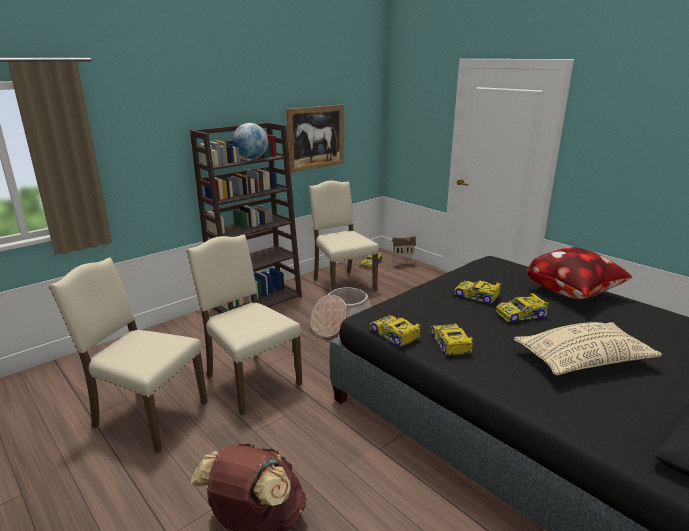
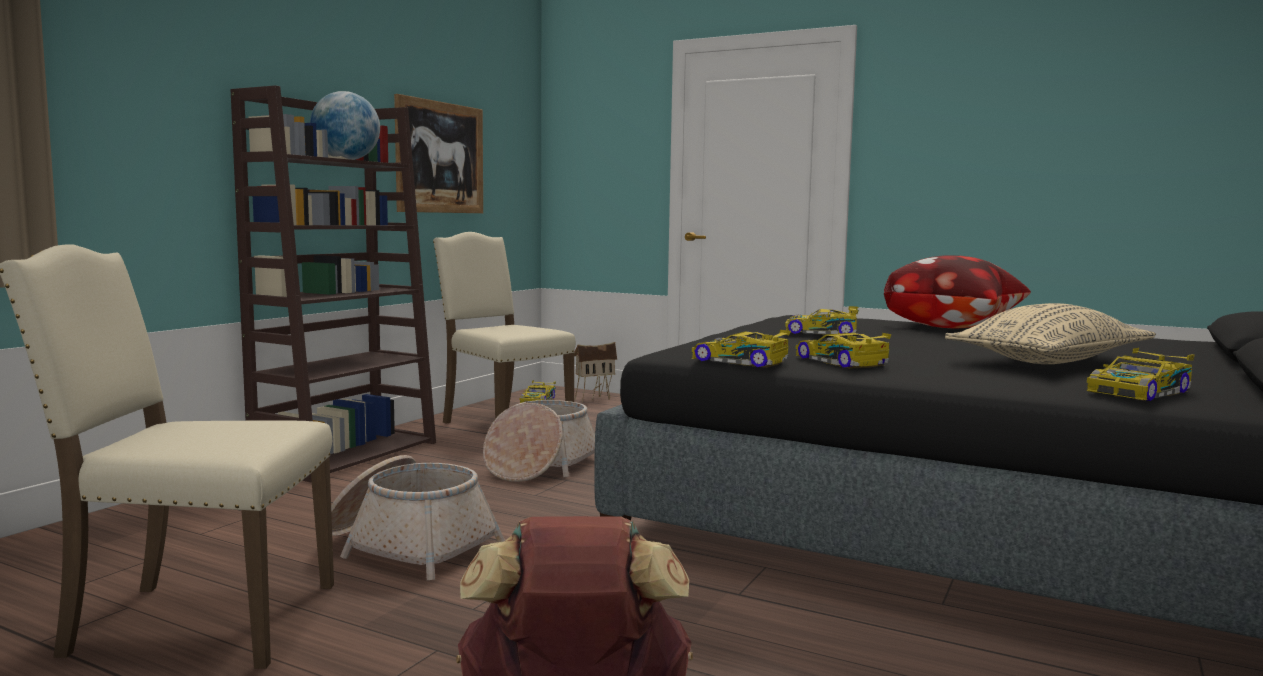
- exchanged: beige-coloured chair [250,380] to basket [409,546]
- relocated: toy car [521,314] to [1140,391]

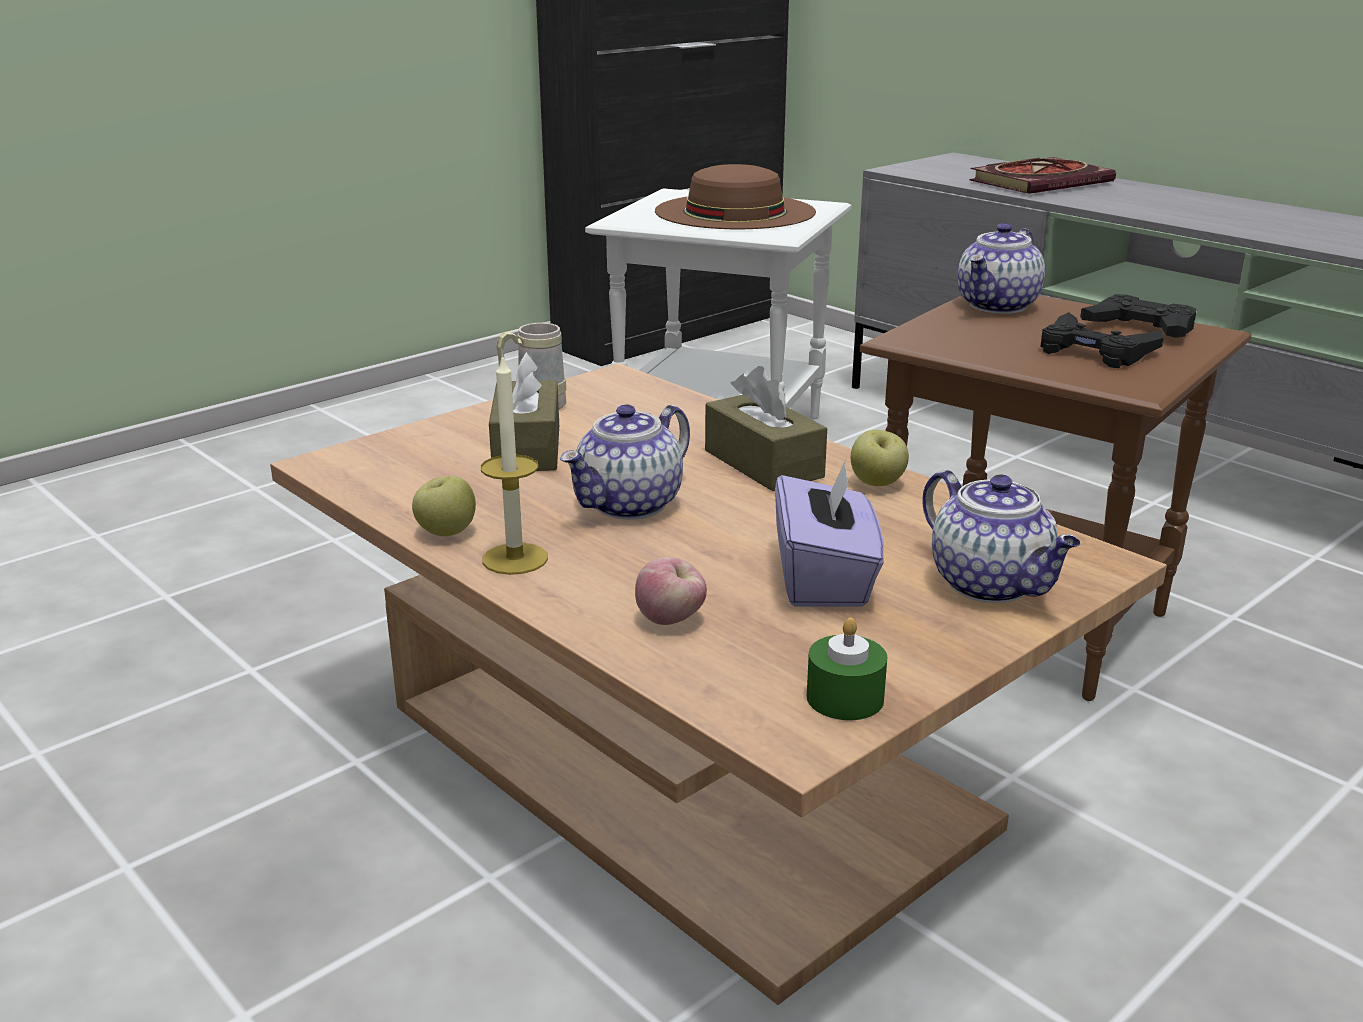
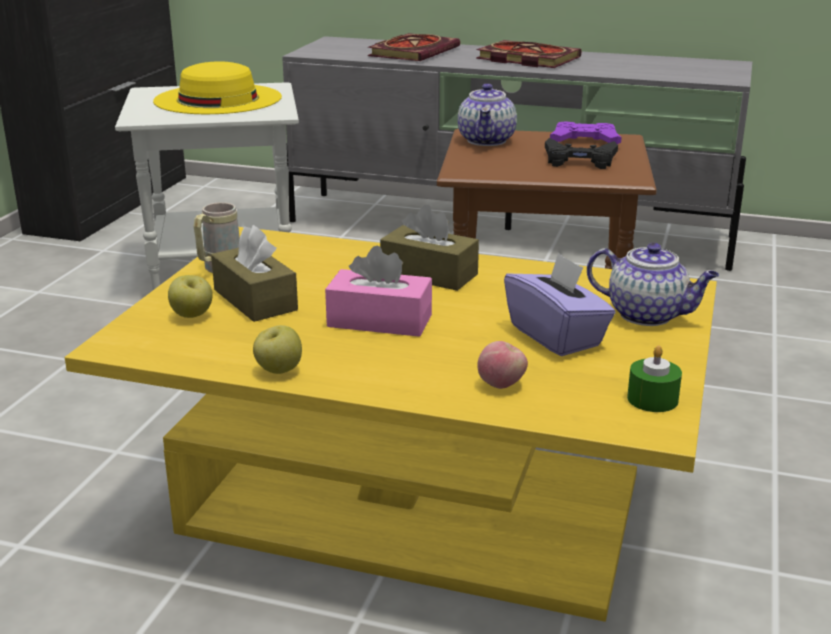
- colour: brownish lounge table [681,765] to yellowish lounge table [415,504]
- missing: wax candle [515,559]
- exchanged: teapot [629,505] to pink tissue holder [379,321]
- colour: brownish wearable hat [734,212] to yellowish wearable hat [218,99]
- relocated: apple [877,484] to [192,316]
- colour: blackish game controller [1140,328] to purplish game controller [584,141]
- appeared: volume [525,59]

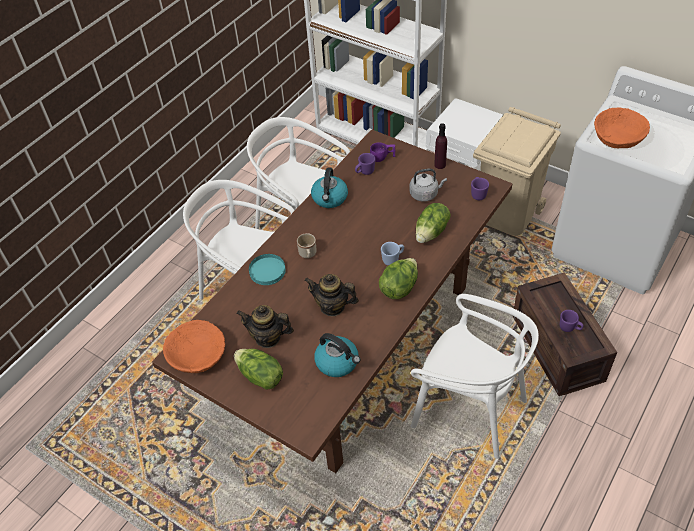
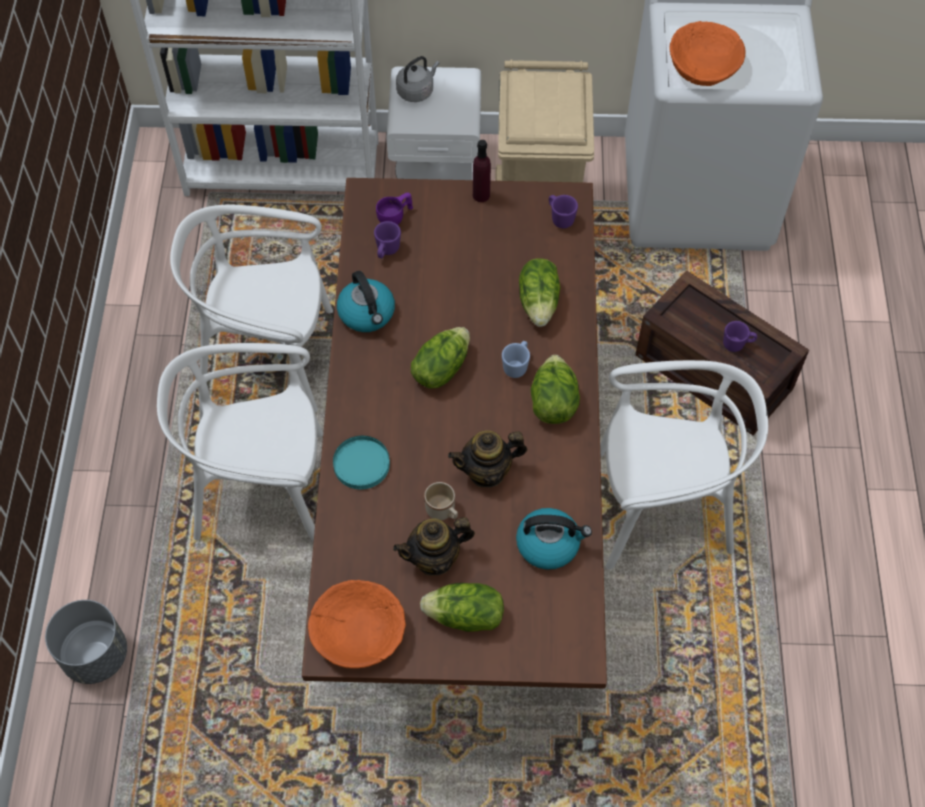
- relocated: beige-coloured coffee mug [308,254] to [443,512]
- relocated: gray tea kettle [425,194] to [417,91]
- appeared: gray flower pot [95,654]
- appeared: lettuce head [440,368]

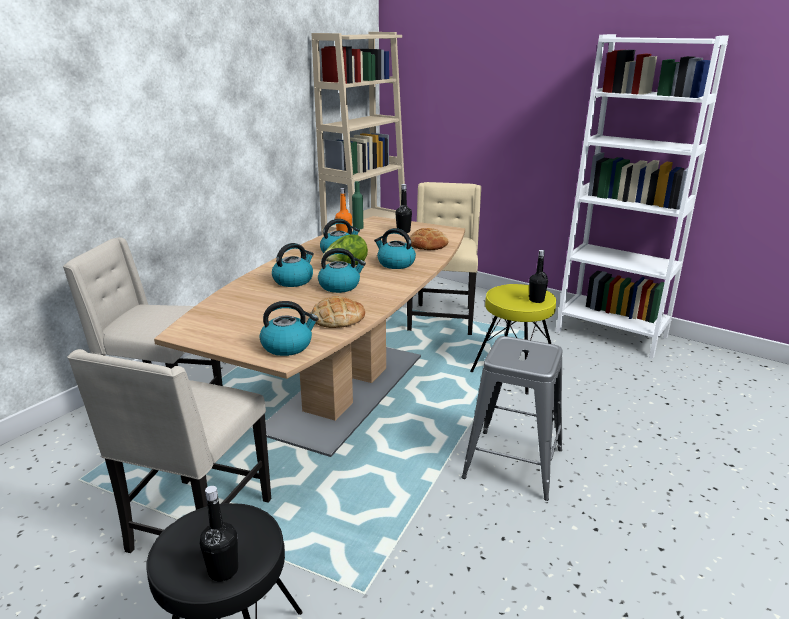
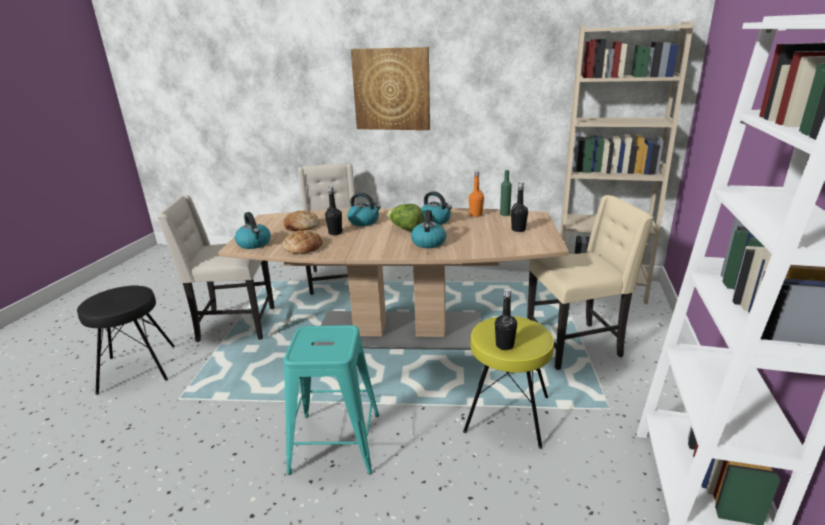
- relocated: blackish beverage bottle [223,570] to [335,233]
- missing: tea kettle [340,286]
- relocated: baked bread [428,244] to [302,226]
- colour: gray sitting stool [512,463] to turquoise sitting stool [336,442]
- appeared: wall art [391,89]

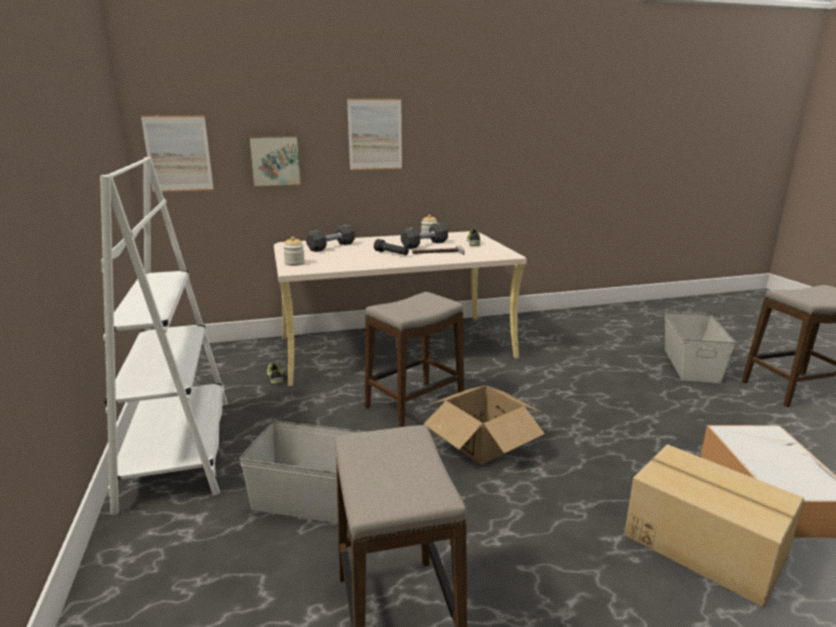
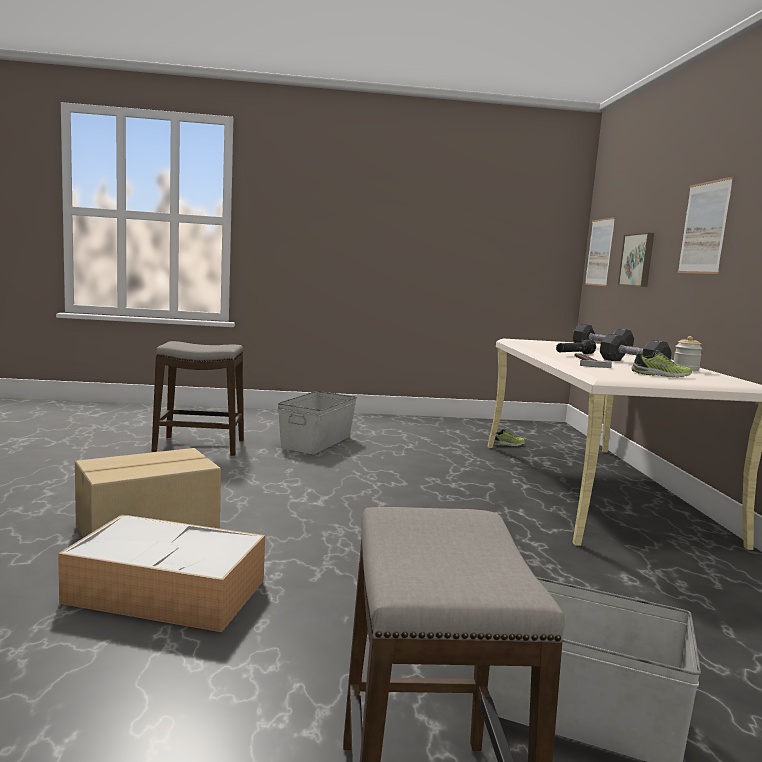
- missing: white shelving unit [178,450]
- missing: jar [294,263]
- missing: sitting stool [415,405]
- missing: carton [482,442]

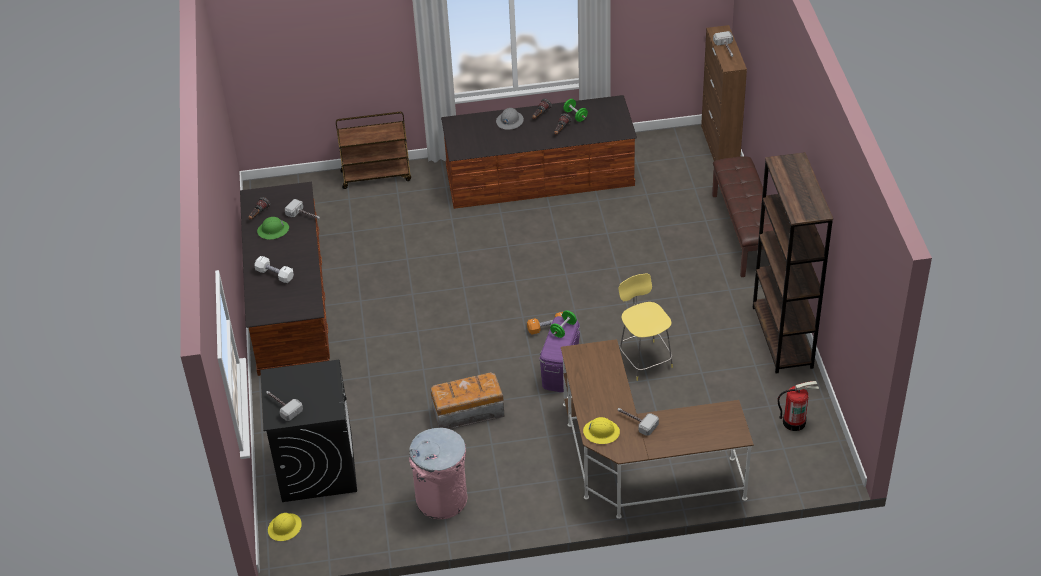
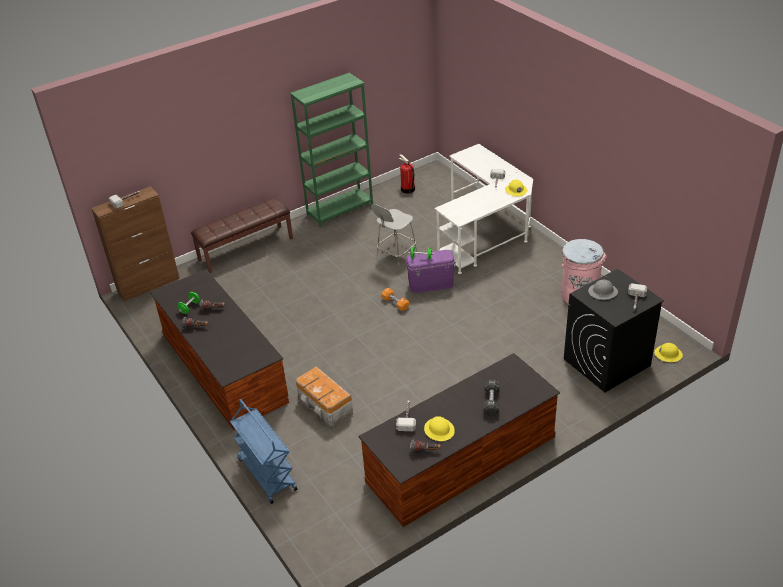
- colour: white free weight [275,275] to blackish free weight [491,402]
- colour: greenish work helmet [273,230] to yellowish work helmet [439,430]
- colour: brownish trolley [376,175] to bluish trolley [266,474]
- relocated: storage box [467,412] to [325,407]
- relocated: gray work helmet [509,121] to [603,292]
- colour: brownish desk unit [638,466] to white desk unit [485,230]
- colour: yellowish sitting stool [644,359] to gray sitting stool [395,254]
- colour: brownish shelving unit [782,337] to greenish shelving unit [340,209]

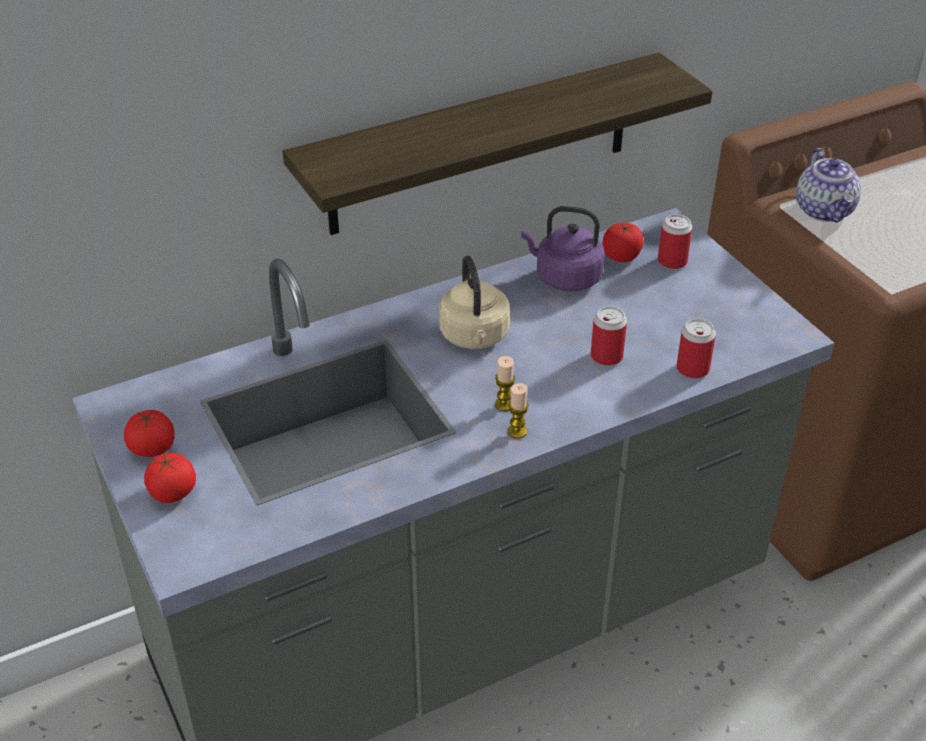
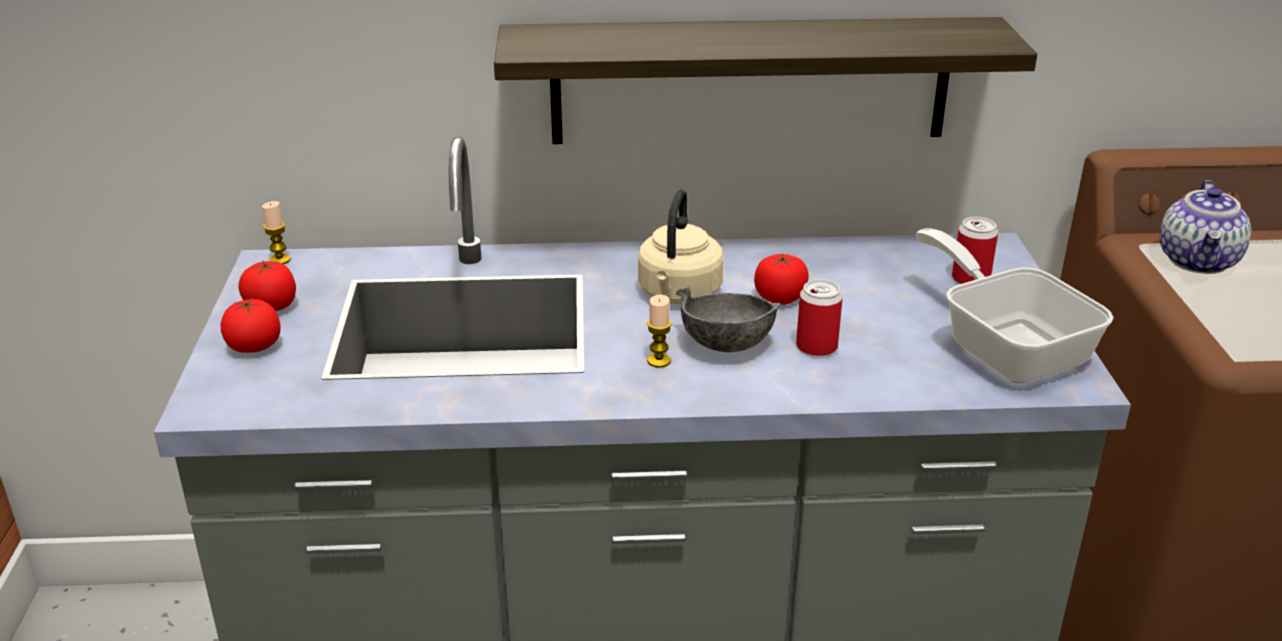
- relocated: wax candle [517,431] to [280,260]
- missing: purplish tea kettle [564,277]
- relocated: whole tomato [621,256] to [780,298]
- missing: sealed can [692,369]
- appeared: gray bowl [726,344]
- appeared: pan [1006,346]

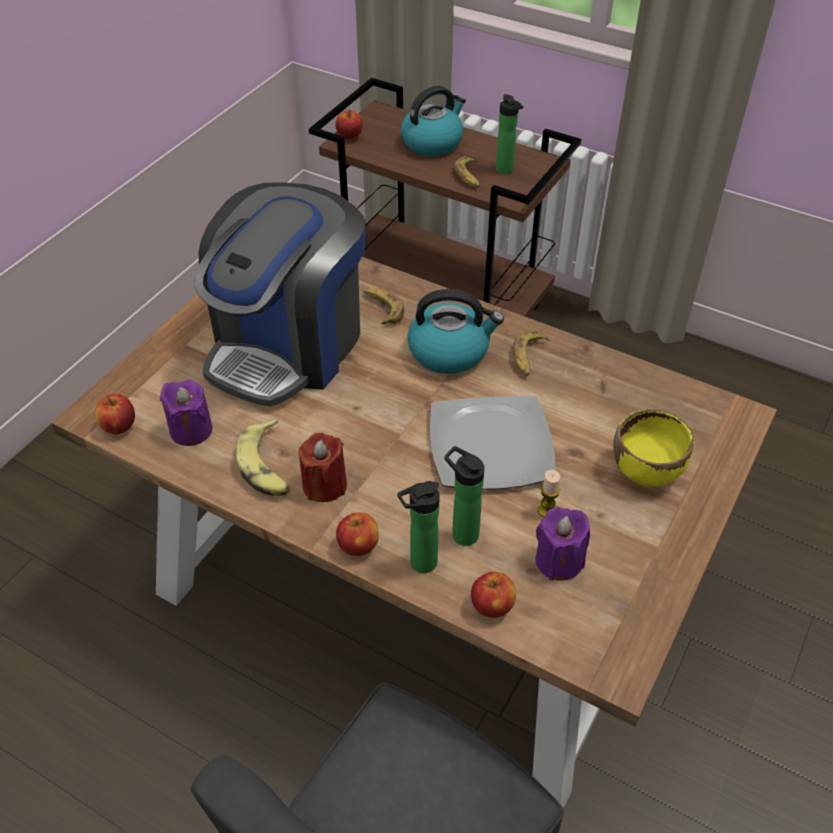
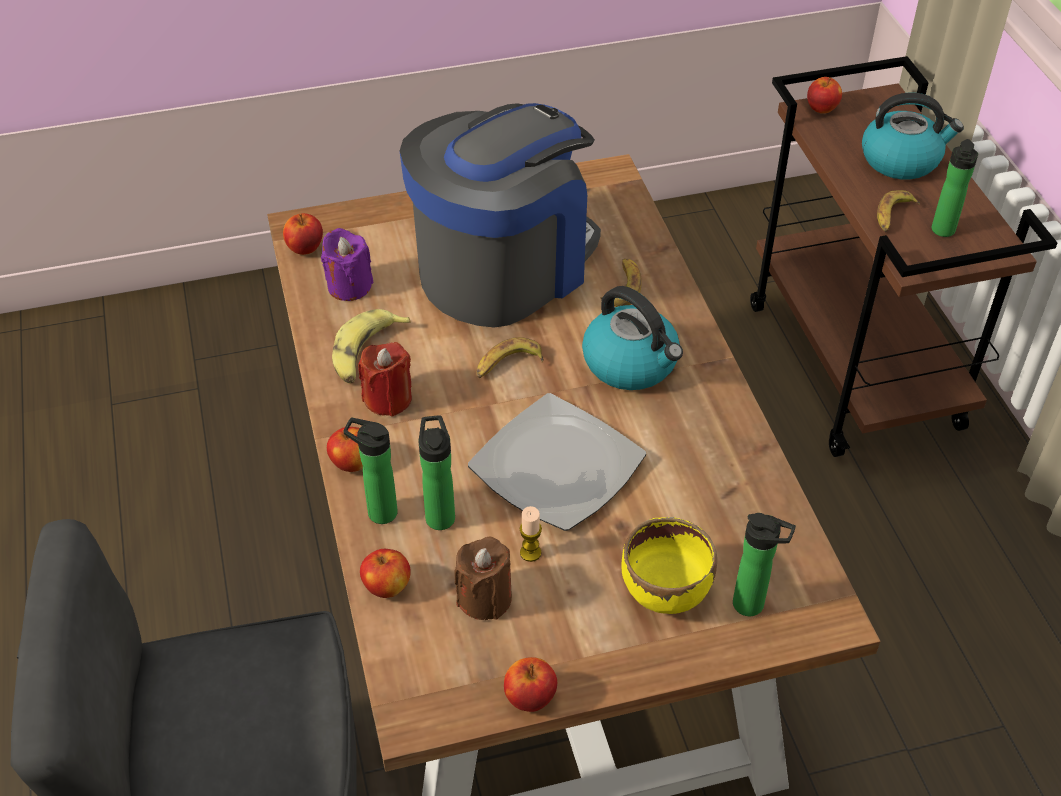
- spun: coffee machine [288,345] = [504,267] 150 degrees clockwise
- relocated: whole banana [528,357] to [508,365]
- colour: purplish wax candle [559,561] to brownish wax candle [485,598]
- appeared: apple [530,697]
- appeared: beverage bottle [753,605]

